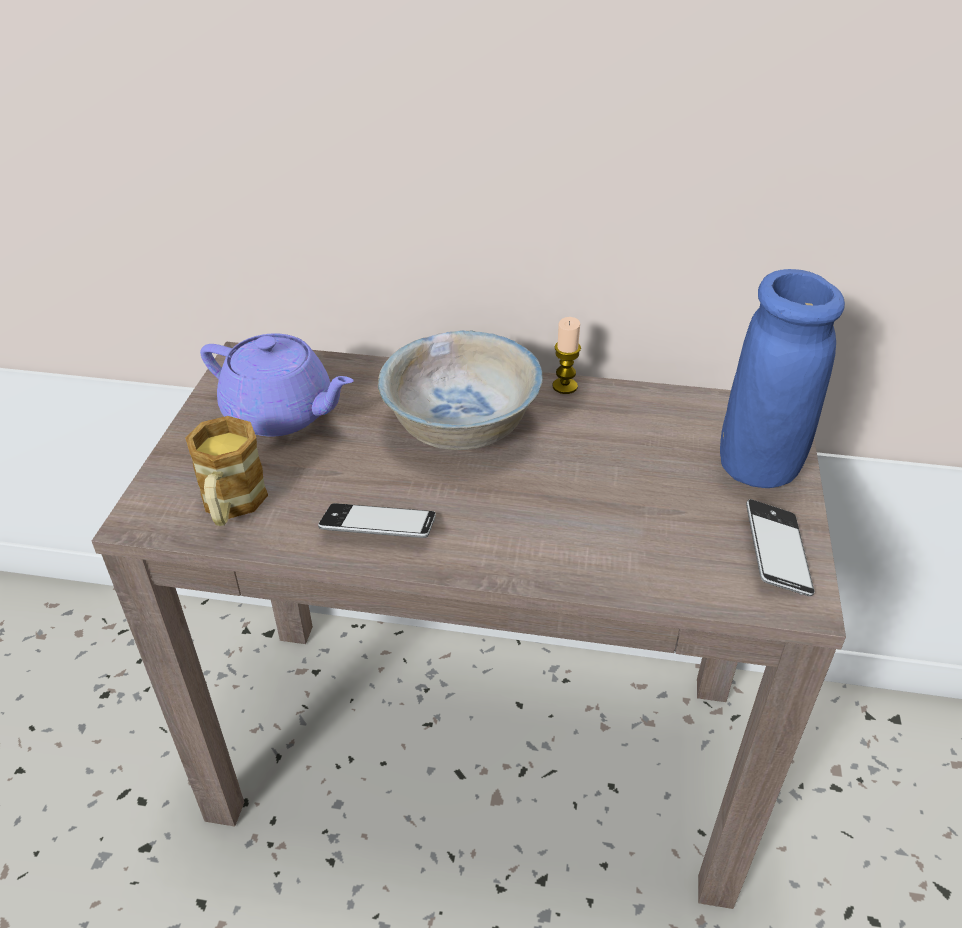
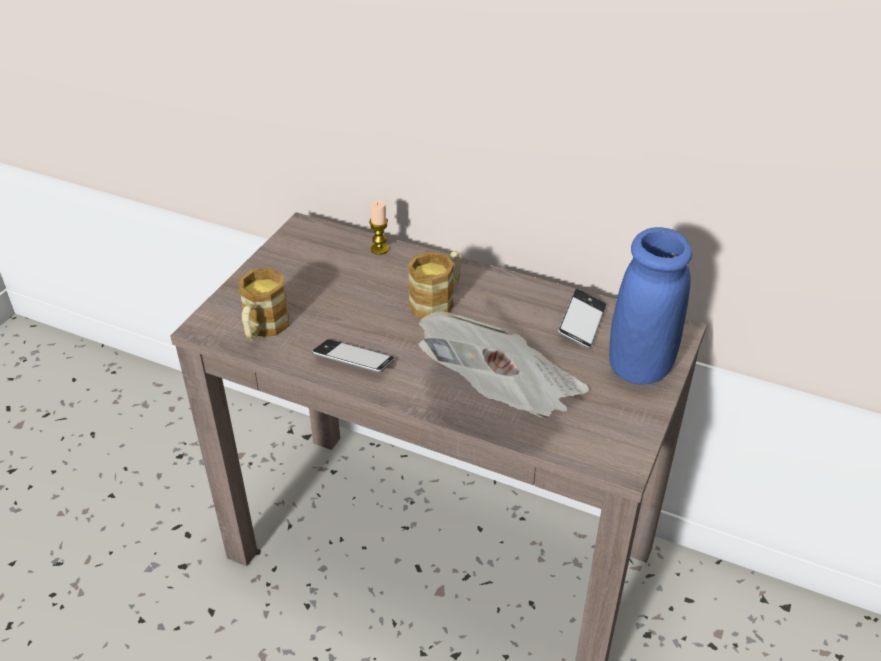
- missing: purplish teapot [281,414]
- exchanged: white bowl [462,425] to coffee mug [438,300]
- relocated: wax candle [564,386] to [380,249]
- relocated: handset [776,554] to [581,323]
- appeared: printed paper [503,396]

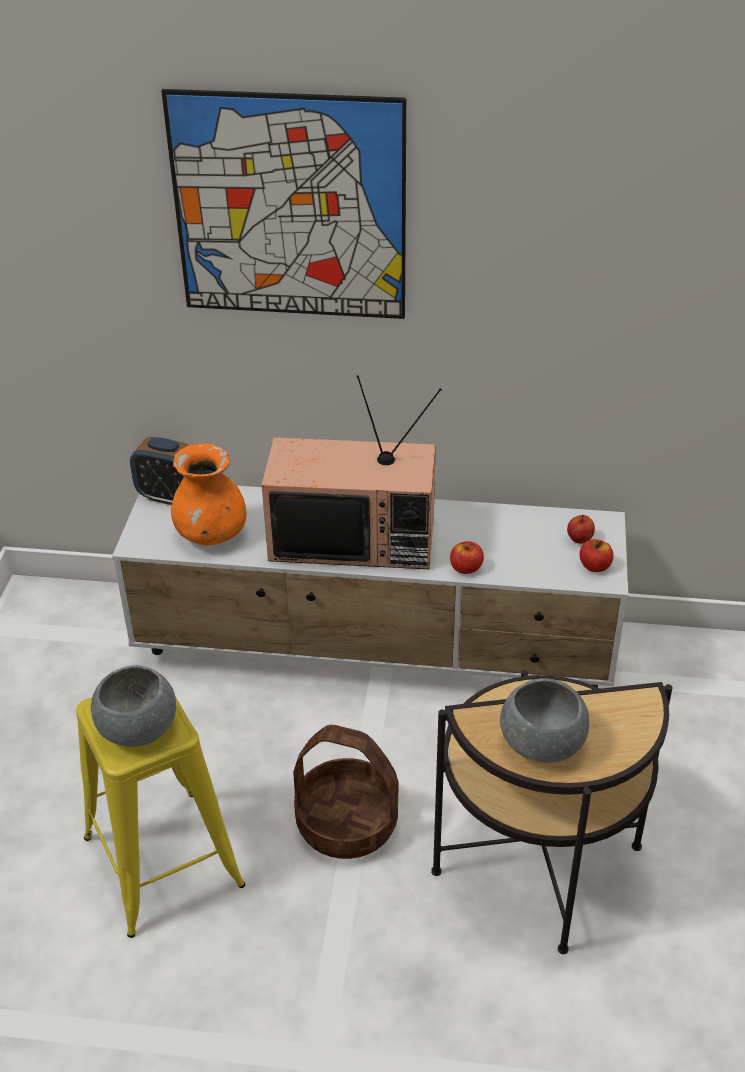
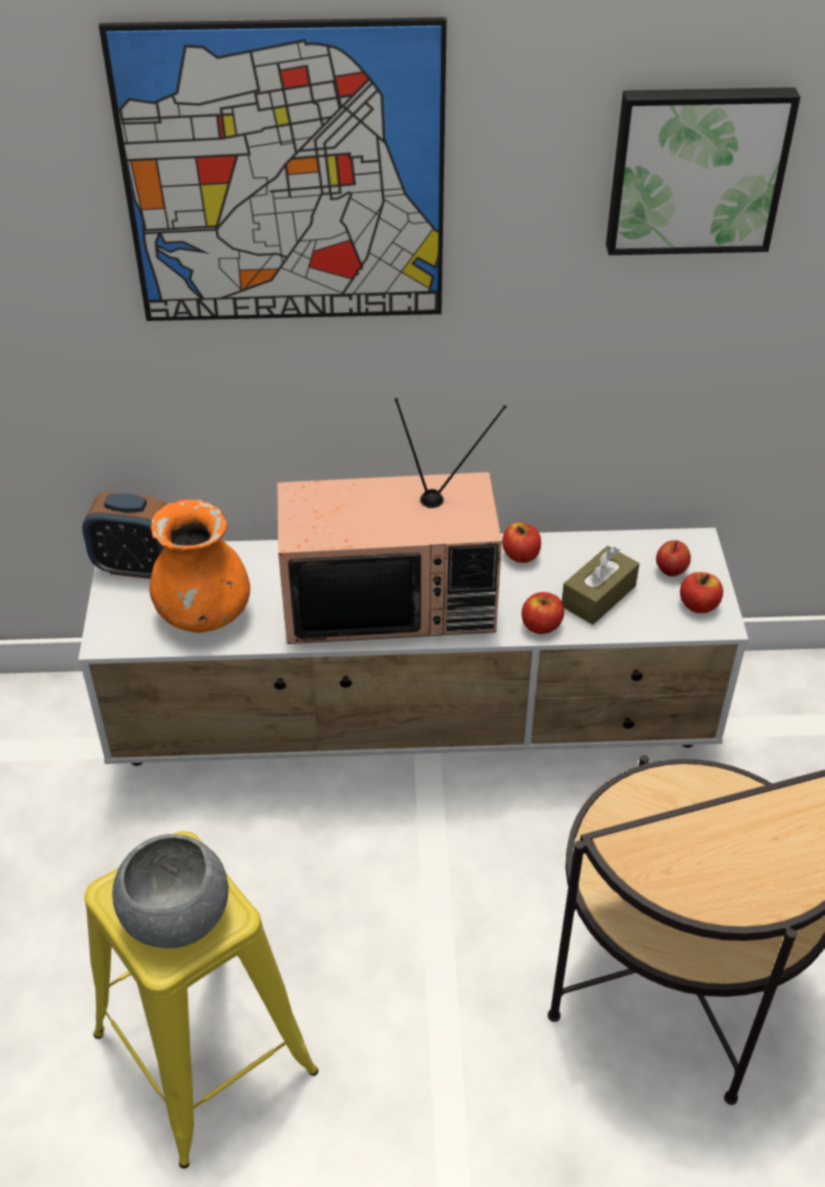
- missing: basket [348,822]
- missing: gray bowl [542,743]
- appeared: apple [521,555]
- appeared: brownish tissue holder [598,596]
- appeared: wall art [696,169]

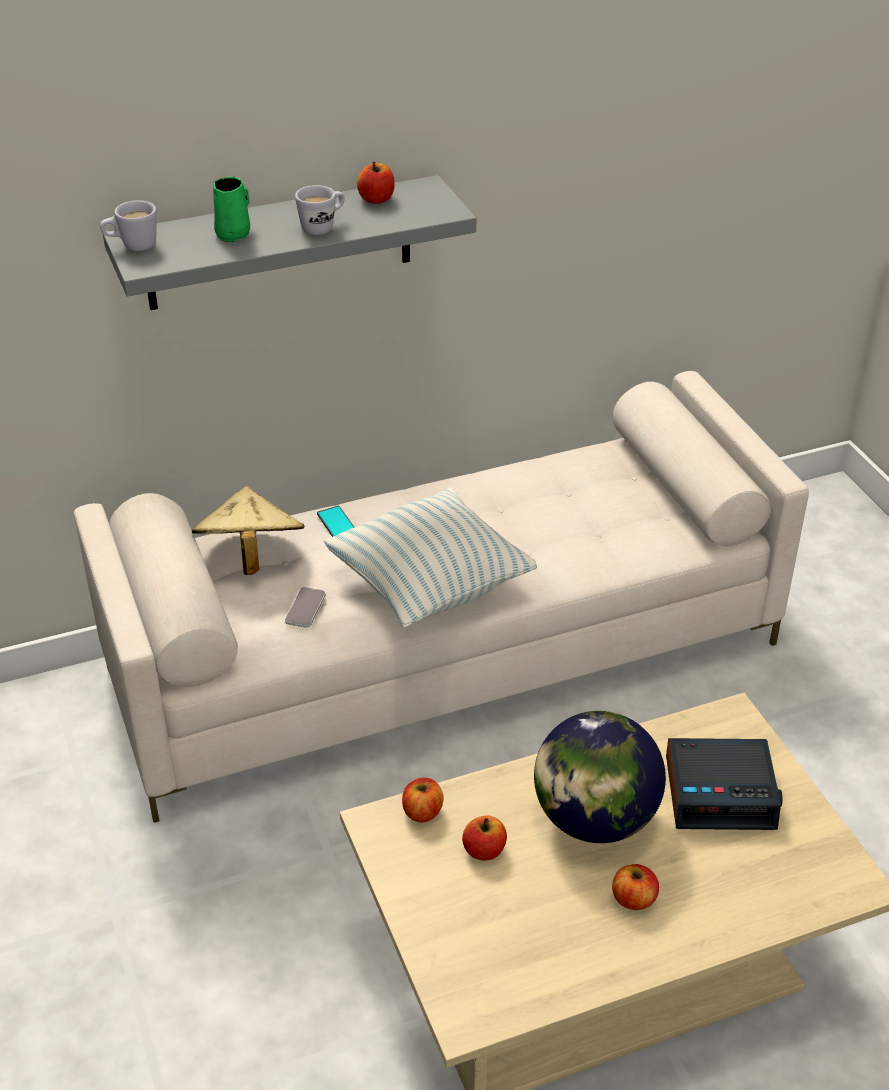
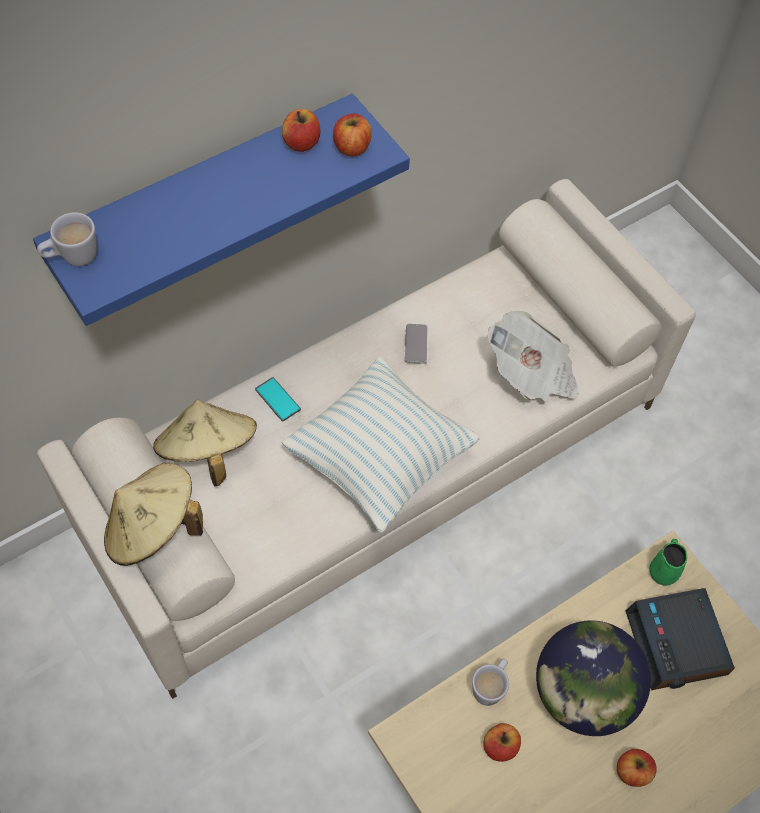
- colour: gray bracket shelf [279,244] to bluish bracket shelf [205,194]
- relocated: greenish coffee mug [234,234] to [663,571]
- relocated: handset [305,608] to [416,344]
- relocated: white coffee mug [323,227] to [490,687]
- relocated: apple [422,812] to [352,147]
- spun: alarm clock [721,792] = [677,644] 90 degrees clockwise
- appeared: beige-coloured wearable hat [153,529]
- appeared: printed paper [532,374]

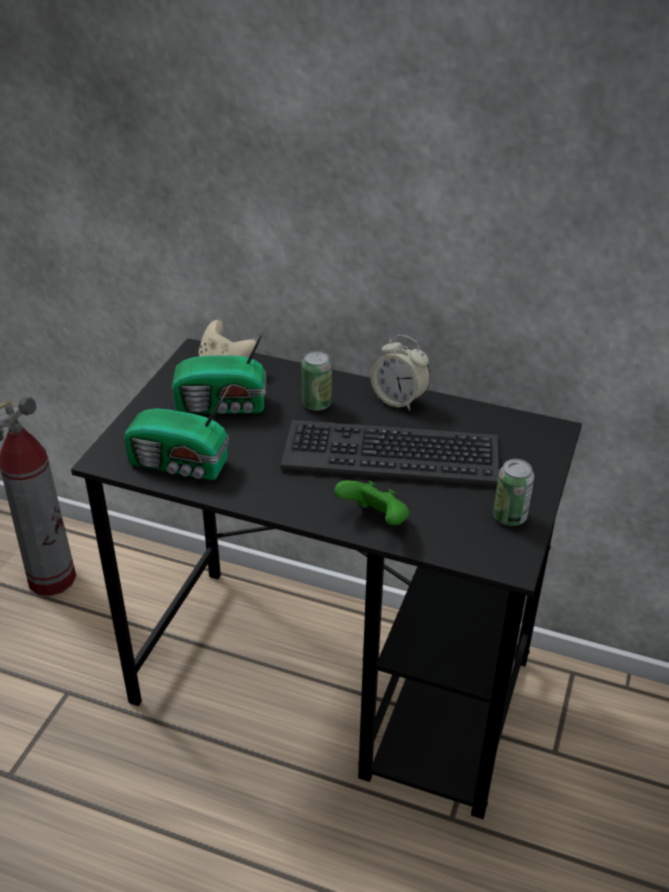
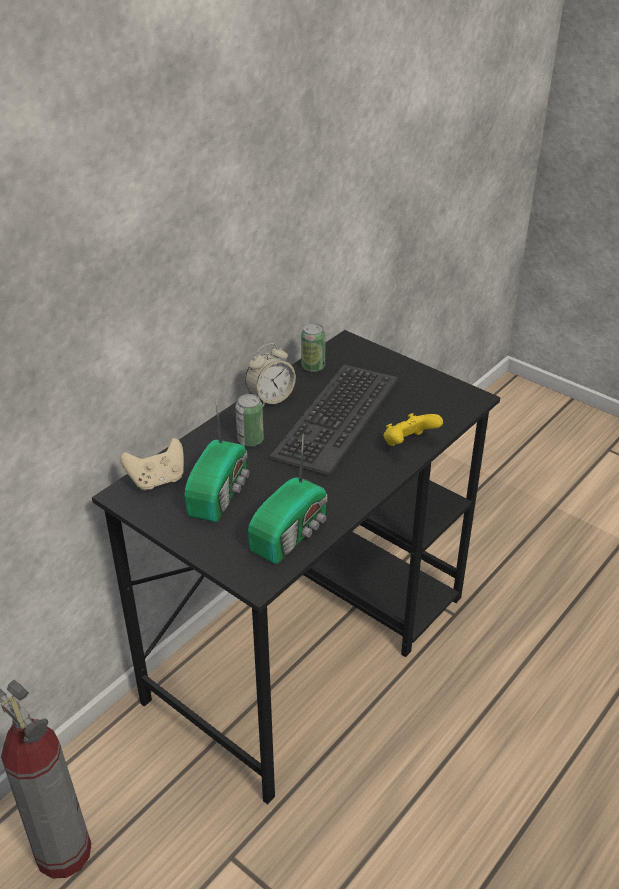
- colour: greenish game controller [375,520] to yellowish game controller [408,444]
- relocated: sealed can [509,517] to [313,367]

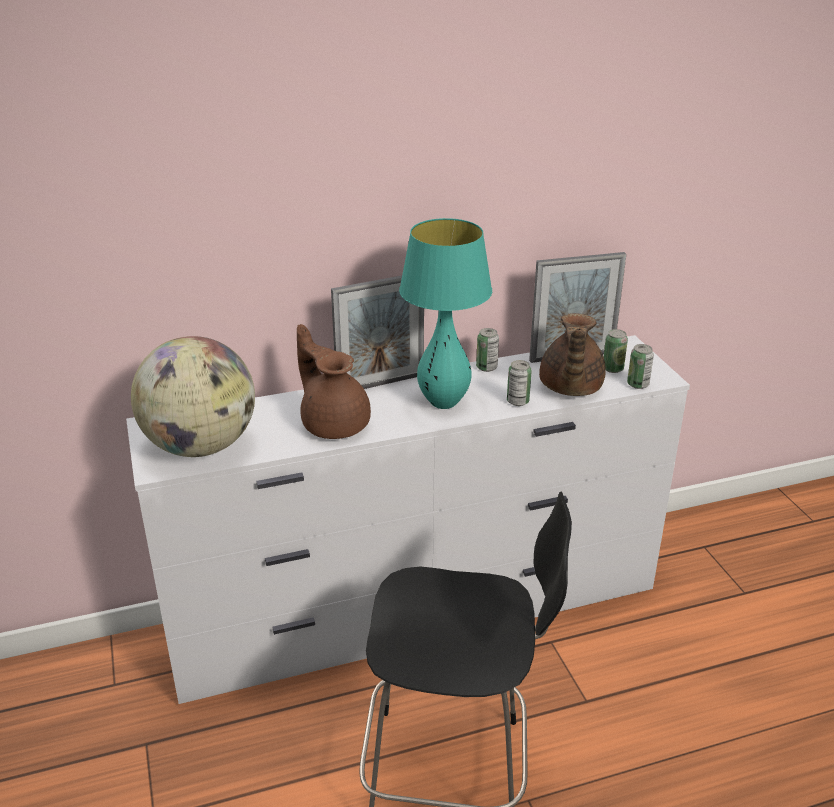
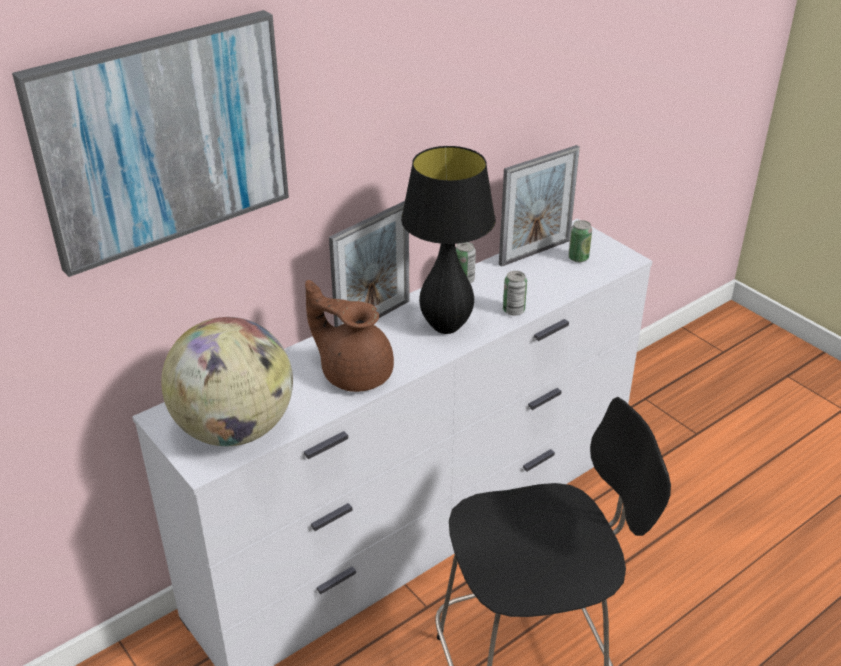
- colour: turquoise lamp for a table [443,402] to blackish lamp for a table [446,326]
- missing: brownish teapot [569,388]
- missing: sealed can [637,384]
- appeared: wall art [162,139]

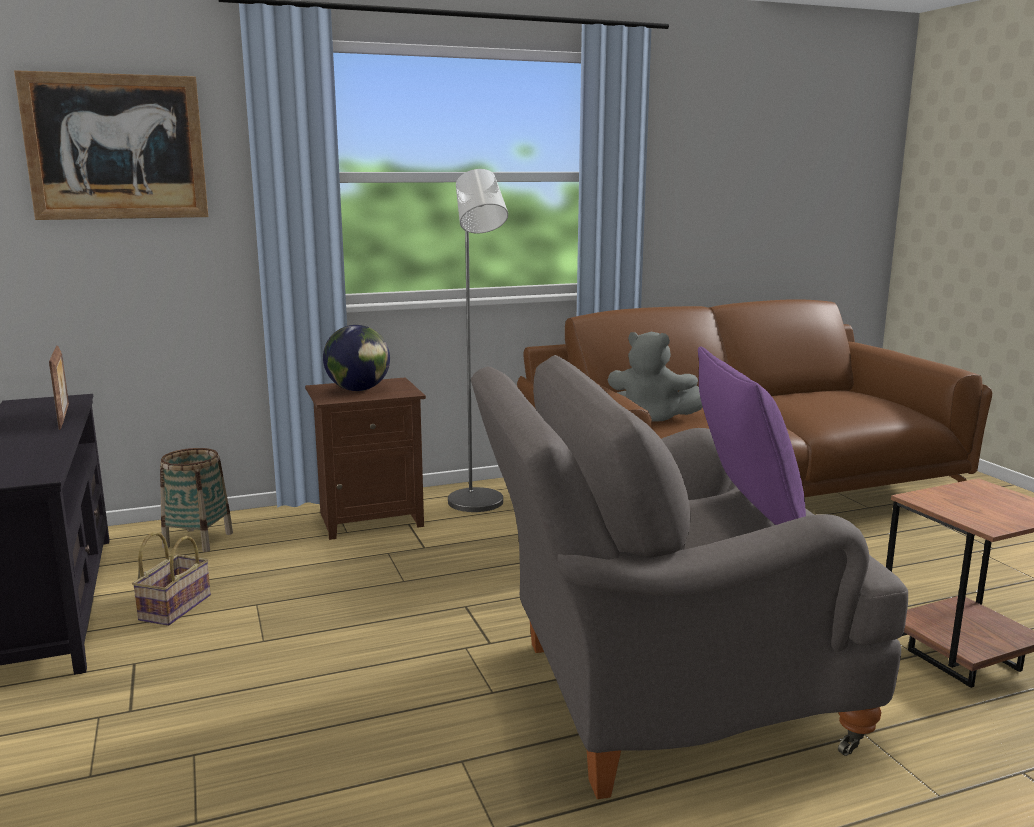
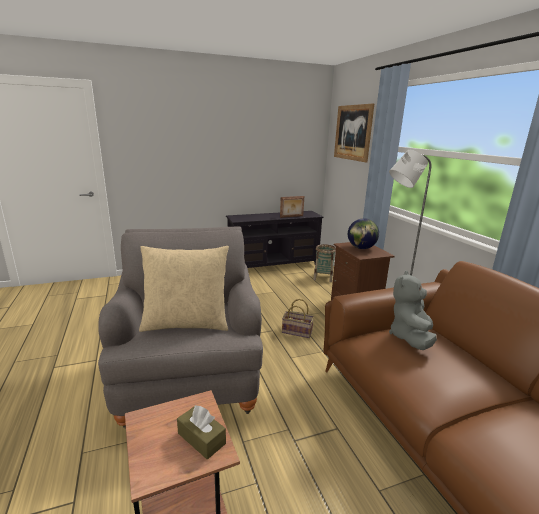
- relocated: basket [175,606] to [298,331]
- colour: purplish throw pillow [744,516] to beige-coloured throw pillow [186,323]
- appeared: brownish tissue holder [201,438]

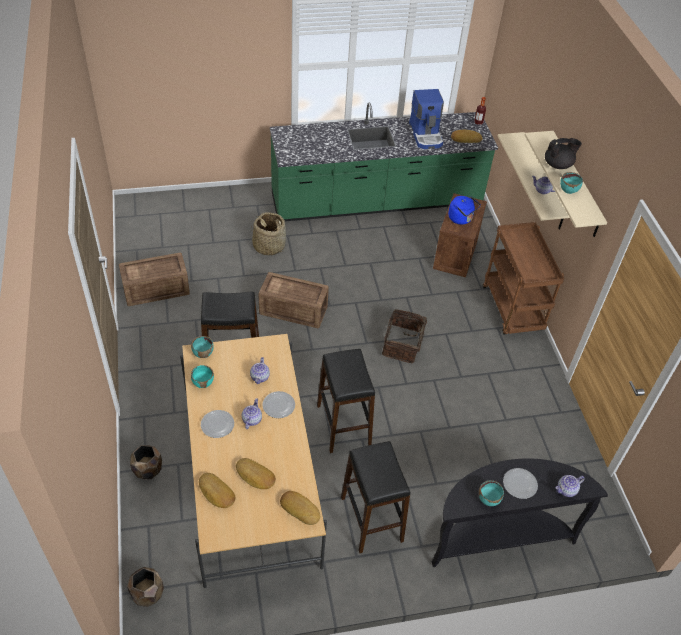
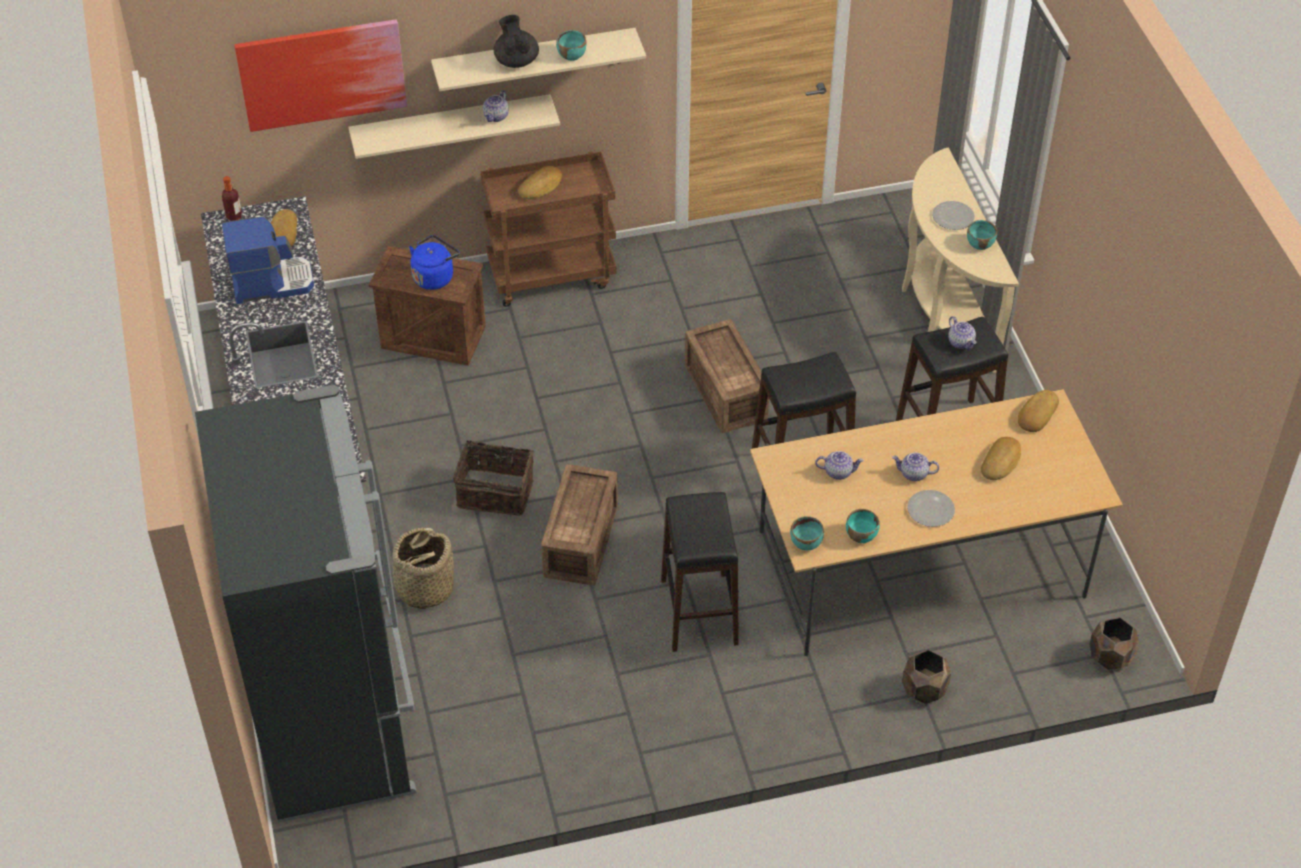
- relocated: shipping crate [157,290] to [726,391]
- relocated: baked bread [216,493] to [541,186]
- missing: dinner plate [278,406]
- relocated: basket [403,345] to [496,491]
- colour: blackish narrow table [498,536] to beige-coloured narrow table [942,310]
- relocated: teapot [566,490] to [961,342]
- appeared: blackish refrigerator [335,720]
- appeared: wall art [322,73]

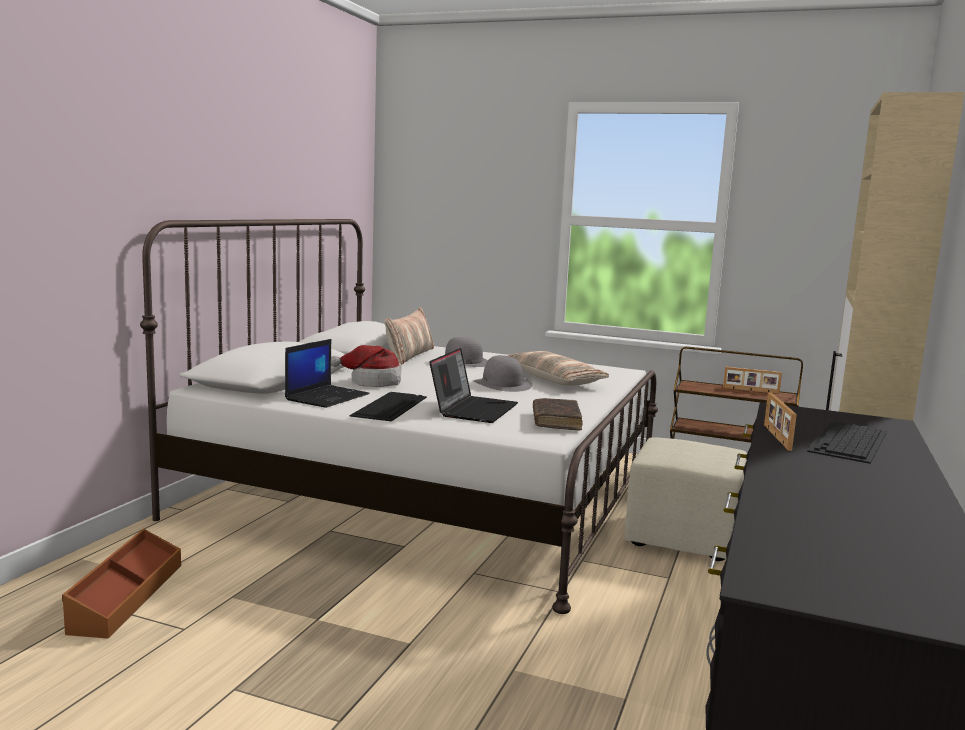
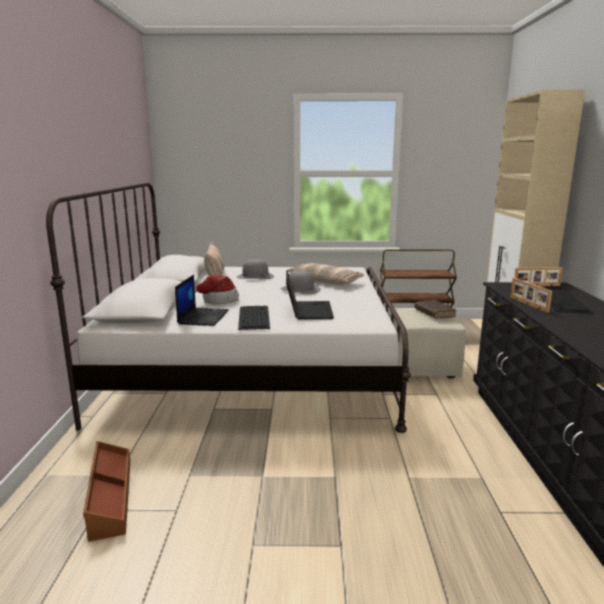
- relocated: brownish volume [556,421] to [434,313]
- relocated: picture frame [750,390] to [537,286]

